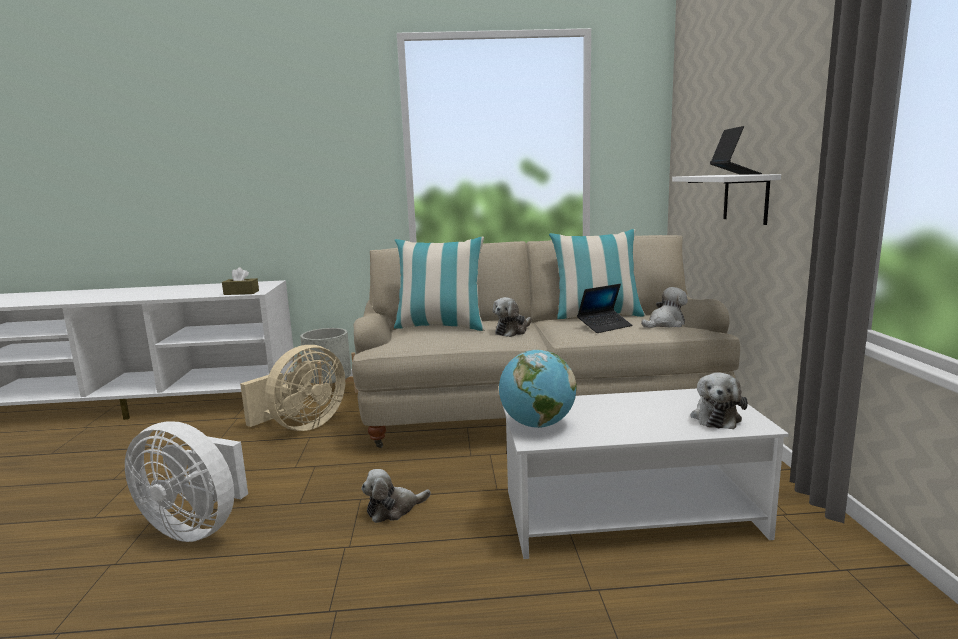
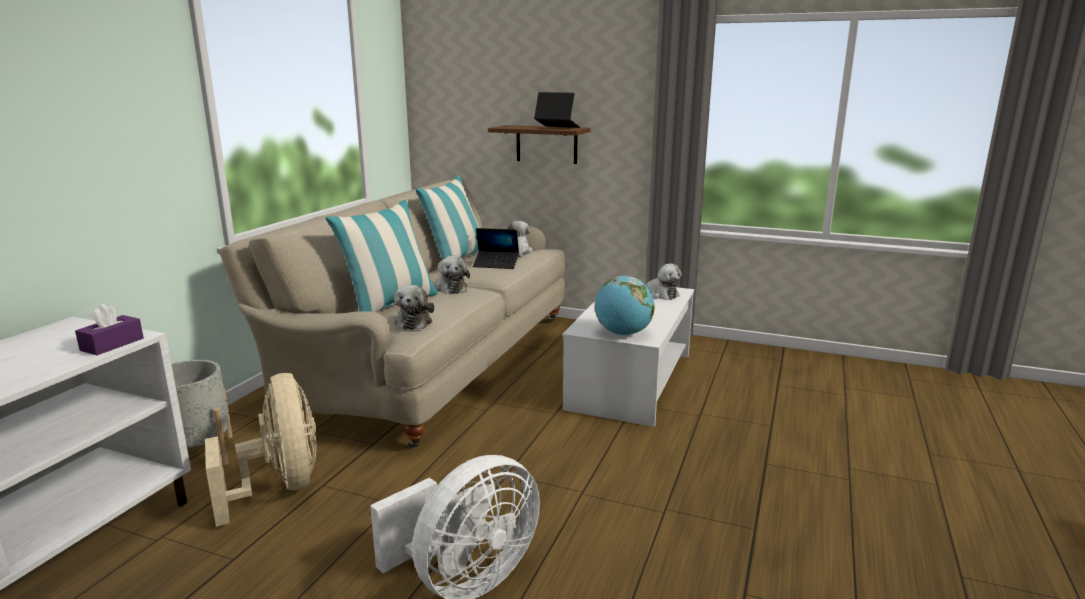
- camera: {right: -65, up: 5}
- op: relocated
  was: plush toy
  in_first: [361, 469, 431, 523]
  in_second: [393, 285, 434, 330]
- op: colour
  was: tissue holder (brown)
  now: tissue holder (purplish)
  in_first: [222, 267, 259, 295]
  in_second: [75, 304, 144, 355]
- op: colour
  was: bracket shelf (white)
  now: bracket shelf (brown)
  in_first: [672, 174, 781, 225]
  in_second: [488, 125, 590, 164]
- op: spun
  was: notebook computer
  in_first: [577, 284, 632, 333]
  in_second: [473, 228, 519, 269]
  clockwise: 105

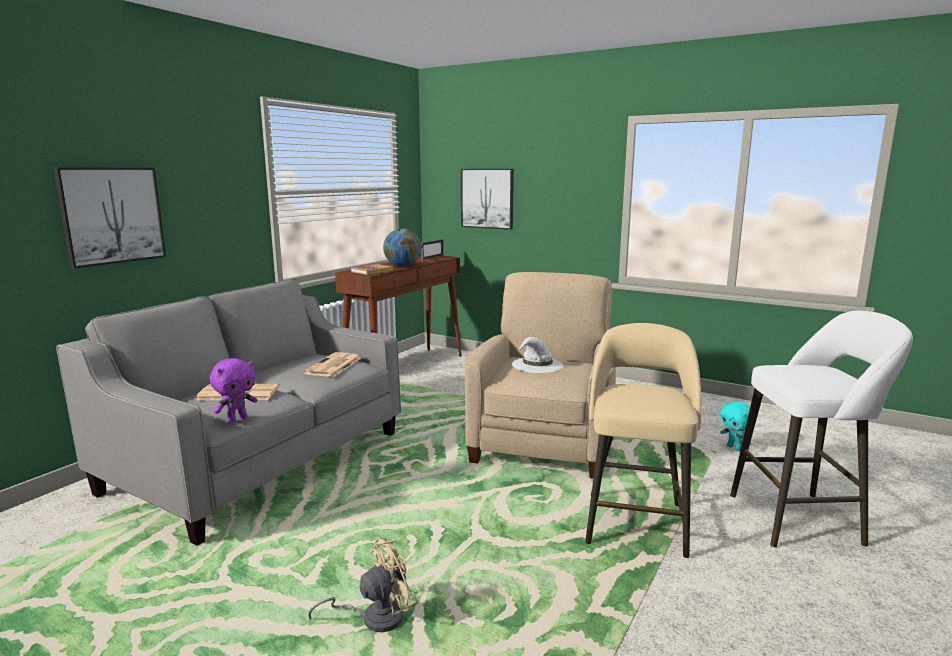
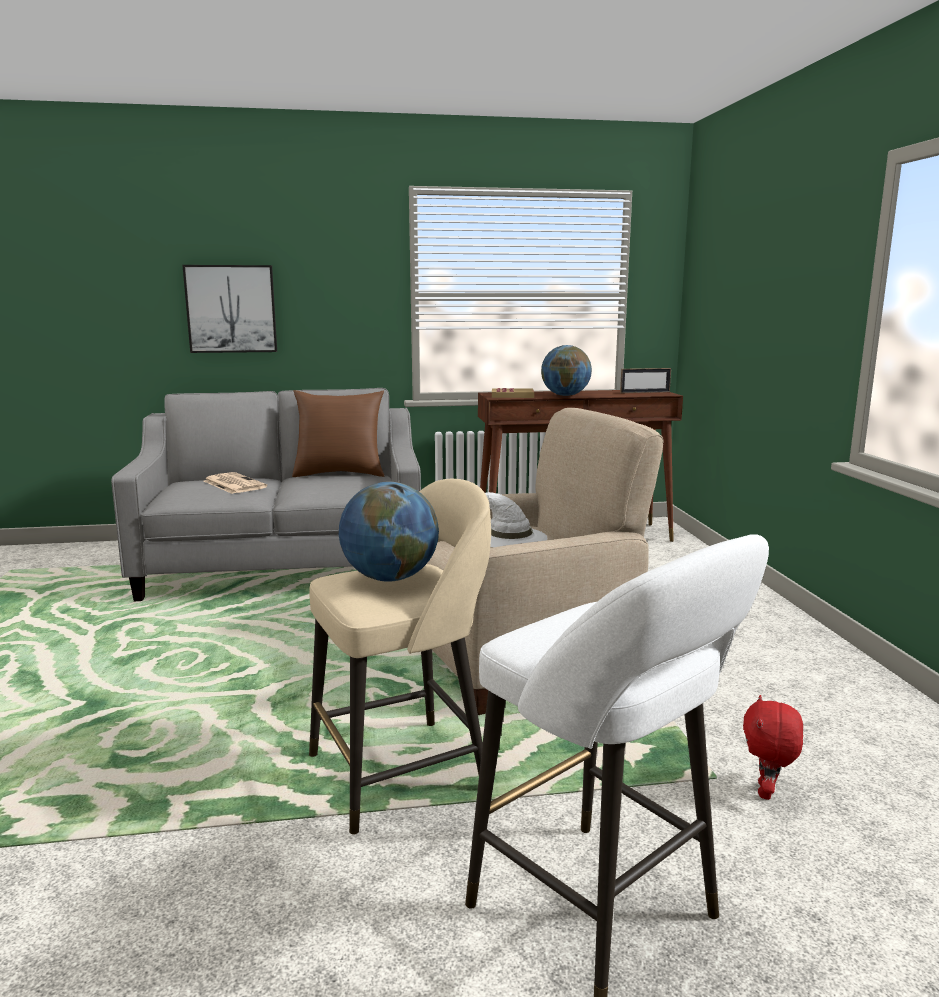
- camera: {right: 50, up: 0}
- op: missing
  was: plush toy (purplish)
  in_first: [210, 358, 258, 423]
- op: missing
  was: newspaper
  in_first: [303, 352, 361, 377]
- op: missing
  was: electric fan (sand-coloured)
  in_first: [308, 538, 417, 632]
- op: missing
  was: picture
  in_first: [461, 169, 514, 230]
- op: appeared
  now: throw pillow (brown)
  in_second: [292, 390, 384, 477]
- op: appeared
  now: world globe
  in_second: [339, 482, 439, 582]
- op: colour
  was: plush toy (turquoise-coloured)
  now: plush toy (red-coloured)
  in_first: [720, 401, 752, 451]
  in_second: [743, 695, 803, 800]

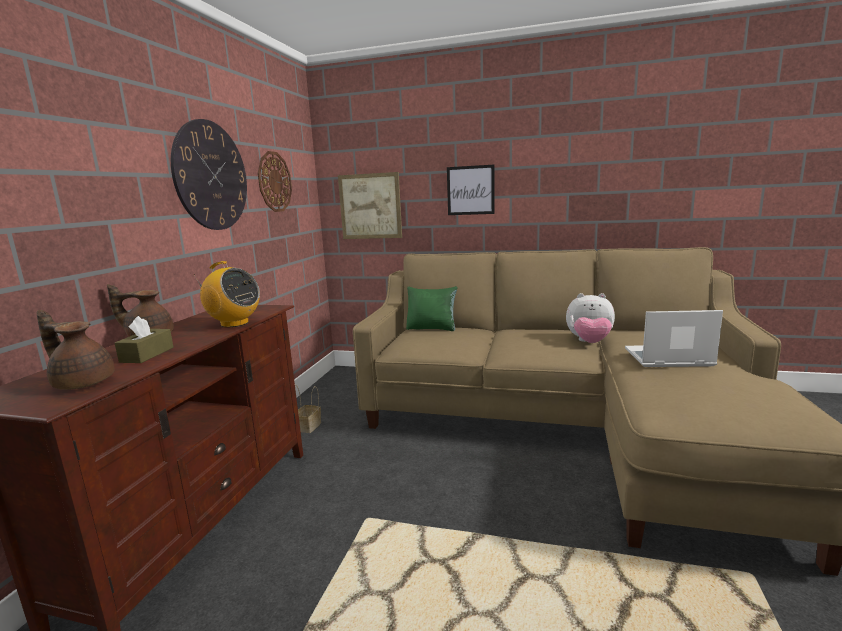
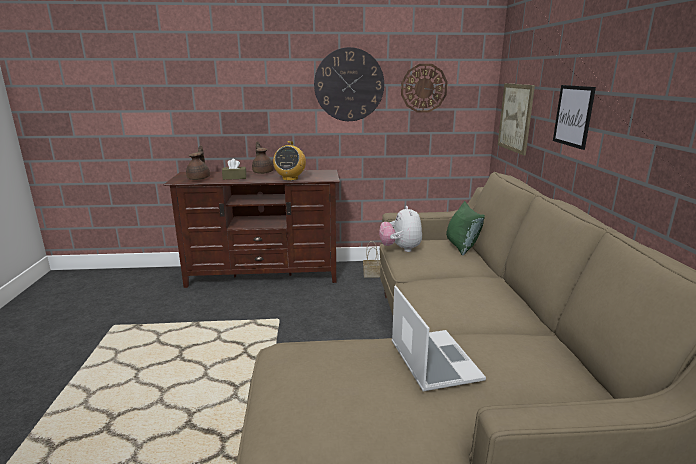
- camera: {right: 70, up: 5}
- op: relocated
  was: plush toy
  in_first: [566, 293, 615, 343]
  in_second: [379, 206, 422, 252]

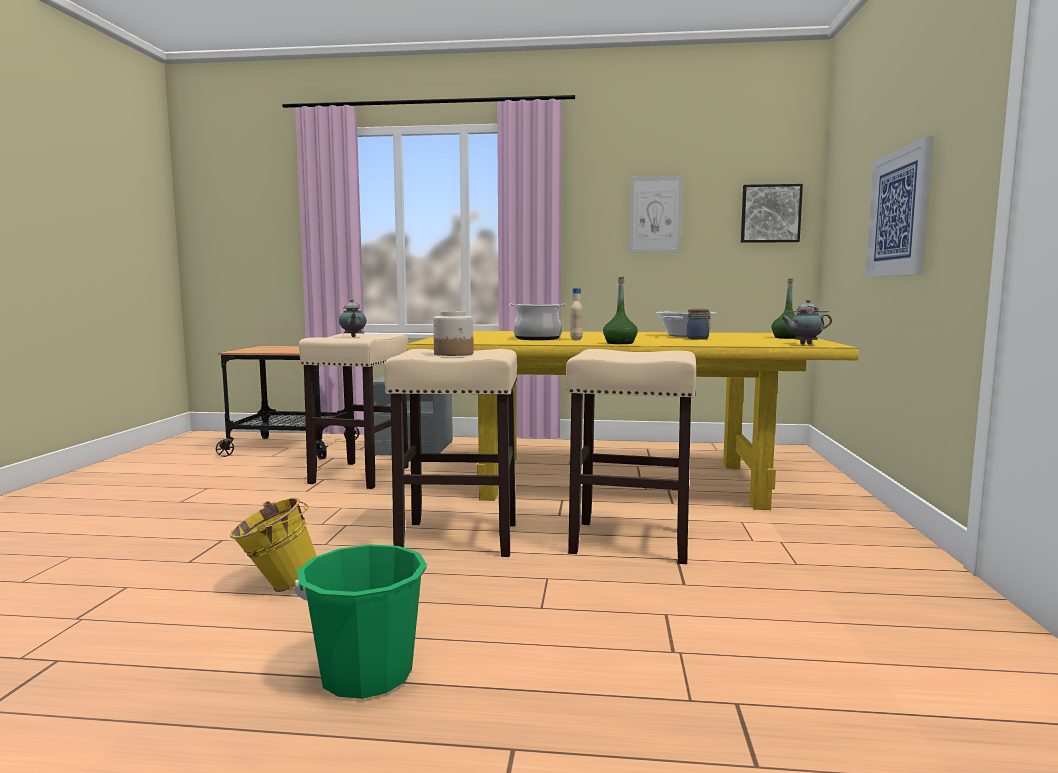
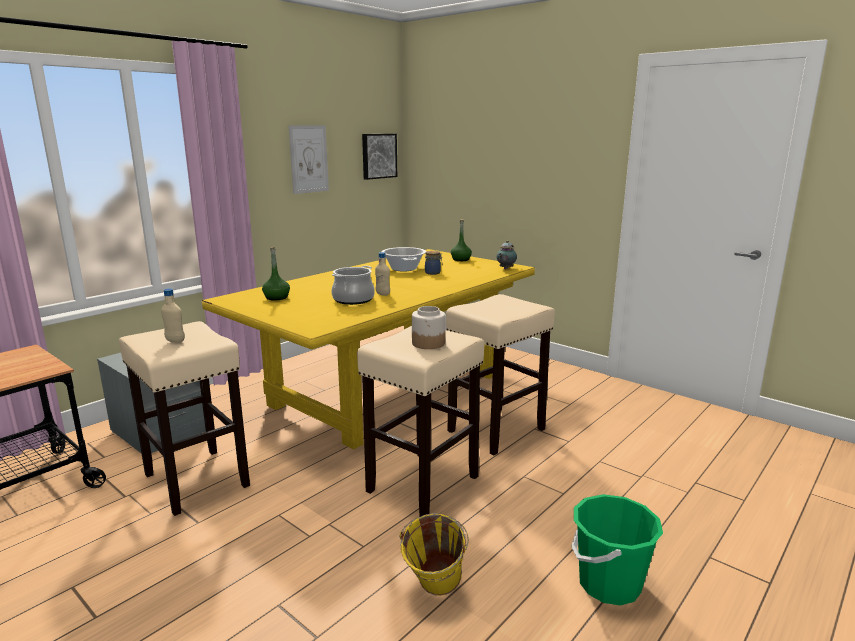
- camera: {right: -55, up: 10}
- op: missing
  was: picture
  in_first: [865, 136, 933, 277]
- op: relocated
  was: bottle (greenish)
  in_first: [603, 277, 638, 344]
  in_second: [262, 247, 290, 300]
- op: exchanged
  was: teapot
  now: bottle (sand-coloured)
  in_first: [339, 299, 366, 337]
  in_second: [161, 288, 185, 343]

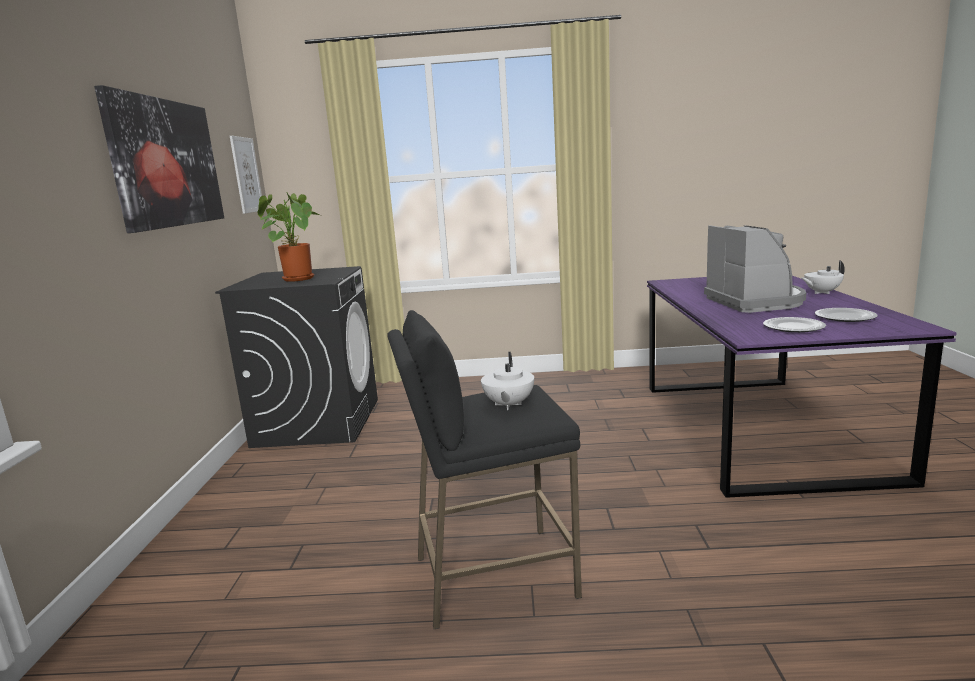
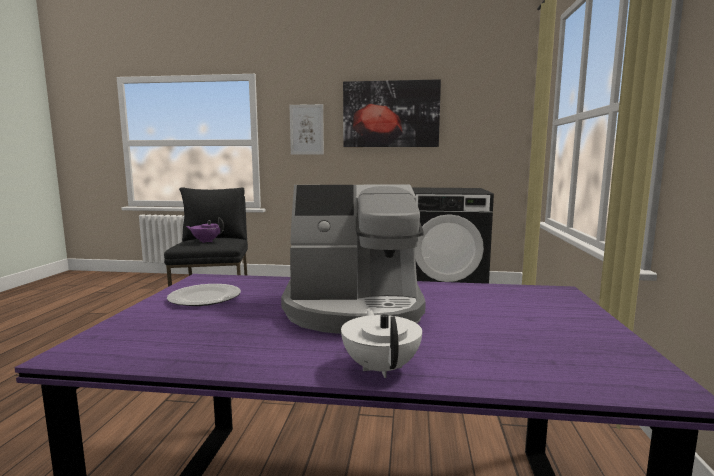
- camera: {right: 95, up: -5}
- op: missing
  was: houseplant
  in_first: [257, 193, 319, 282]
- op: missing
  was: plate
  in_first: [815, 308, 878, 322]
- op: relocated
  was: picture
  in_first: [230, 136, 262, 214]
  in_second: [290, 104, 324, 155]
- op: colour
  was: teapot (white)
  now: teapot (purplish)
  in_first: [481, 352, 534, 410]
  in_second: [186, 217, 224, 243]

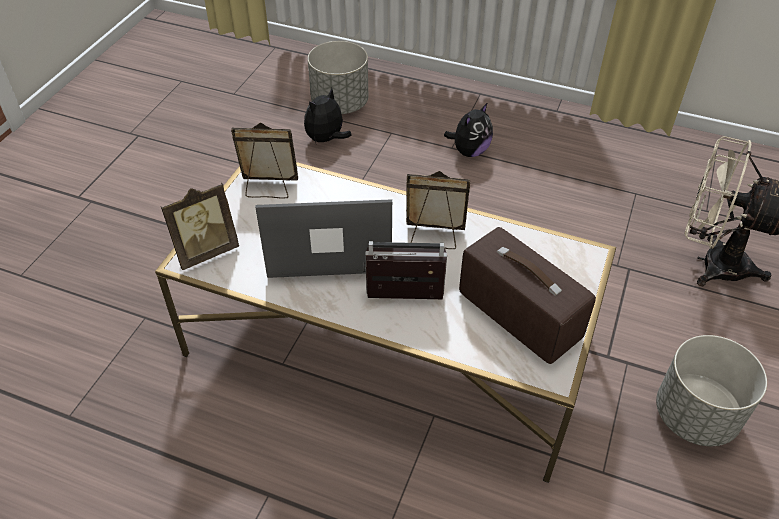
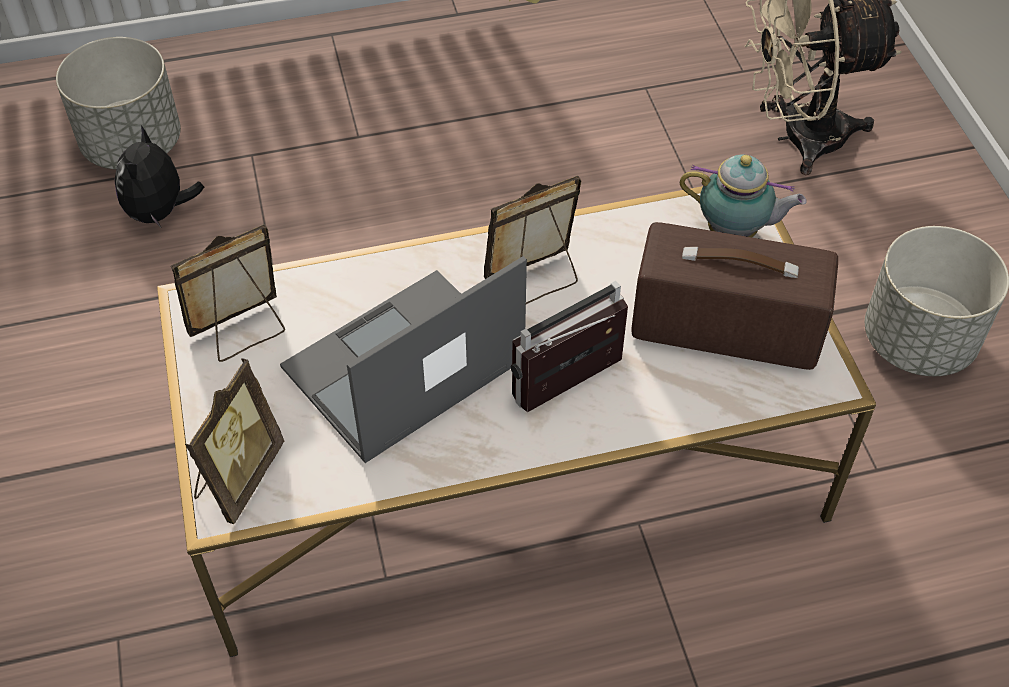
- camera: {right: -35, up: 5}
- op: missing
  was: plush toy
  in_first: [444, 103, 493, 157]
- op: appeared
  now: teapot
  in_second: [680, 154, 807, 237]

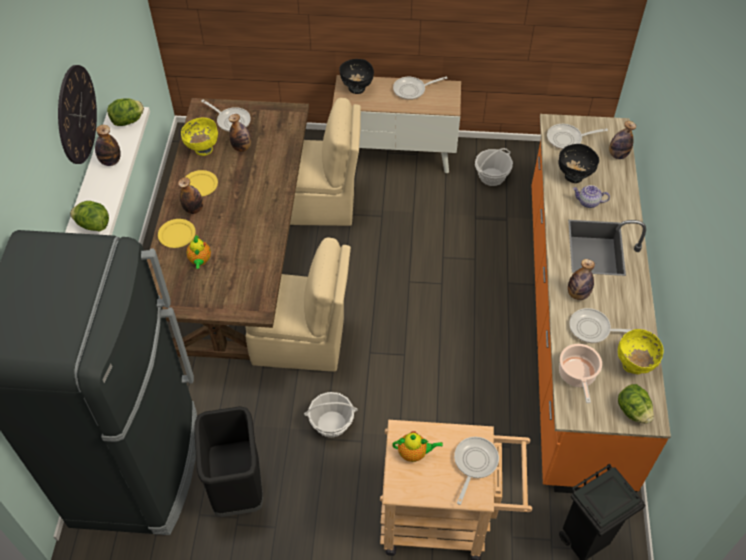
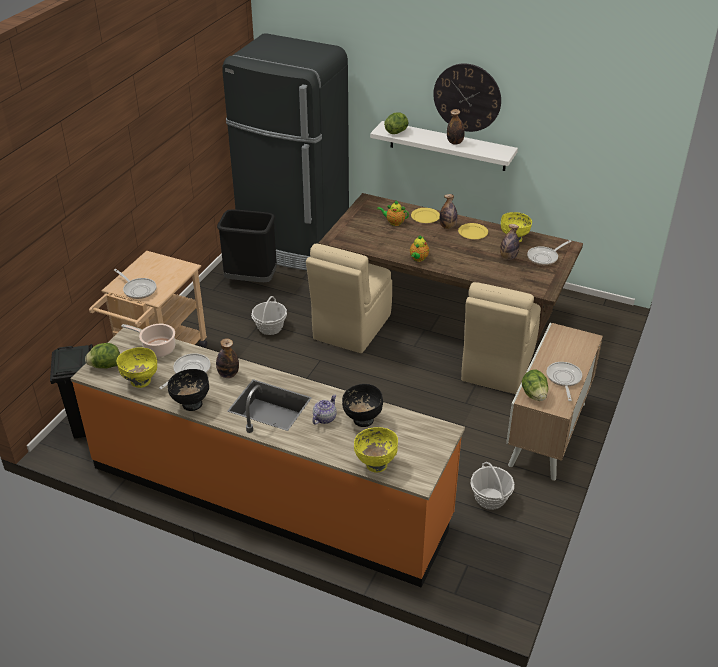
- camera: {right: 110, up: -15}
- op: missing
  was: pan
  in_first: [547, 124, 608, 150]
- op: relocated
  was: lettuce
  in_first: [107, 98, 144, 126]
  in_second: [521, 369, 548, 401]
- op: relocated
  was: bowl (black-coloured)
  in_first: [339, 59, 374, 94]
  in_second: [168, 369, 209, 411]
- op: relocated
  was: teapot
  in_first: [392, 431, 443, 462]
  in_second: [410, 235, 429, 262]
- op: exchanged
  was: bottle
  now: bowl (yellow-coloured)
  in_first: [609, 121, 636, 159]
  in_second: [354, 427, 398, 472]

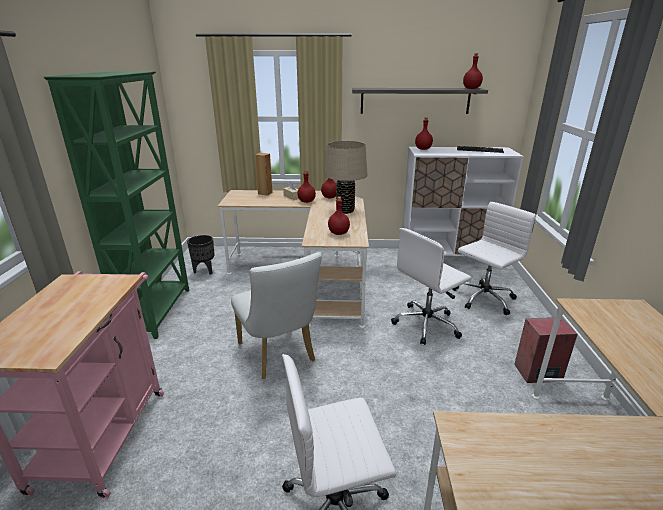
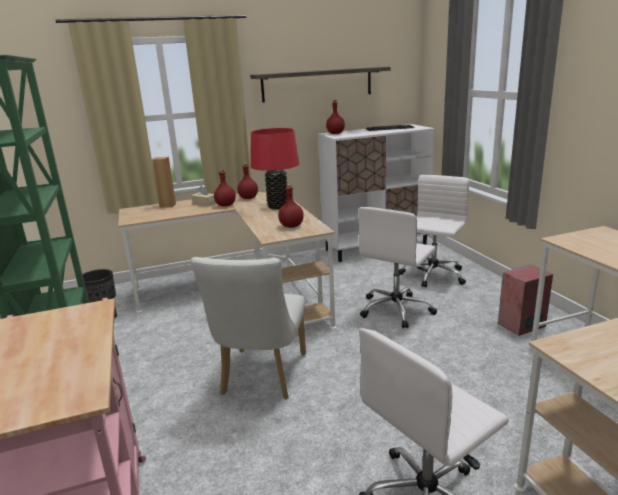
- camera: {right: -20, up: -5}
- op: missing
  was: bottle (red-coloured)
  in_first: [463, 53, 483, 89]
- op: colour
  was: lamp for a table (sand-coloured)
  now: lamp for a table (red-coloured)
  in_first: [324, 141, 368, 214]
  in_second: [251, 128, 299, 210]
- op: spun
  was: plain chair (white)
  in_first: [231, 252, 322, 379]
  in_second: [191, 257, 306, 399]
  clockwise: 60

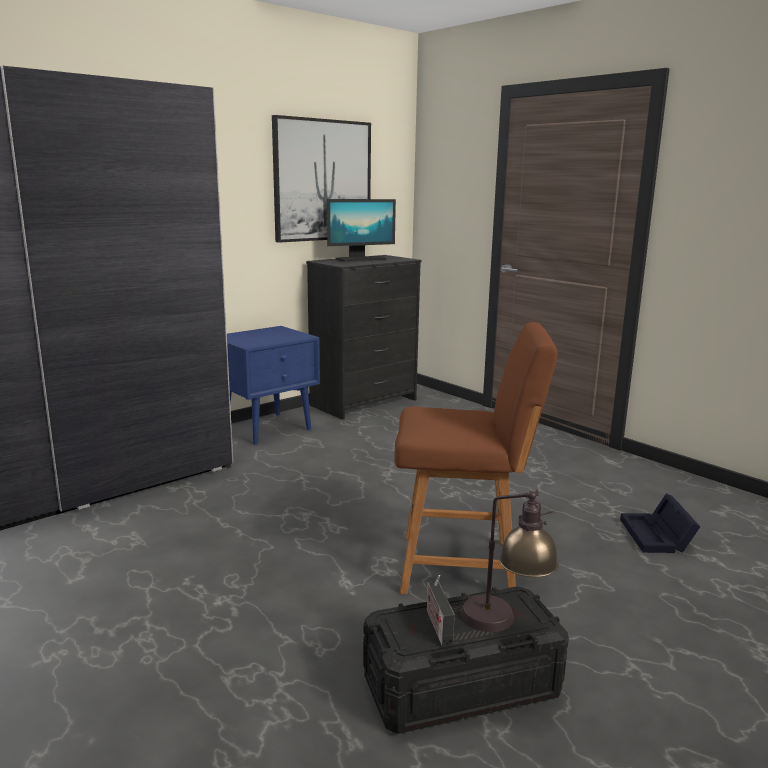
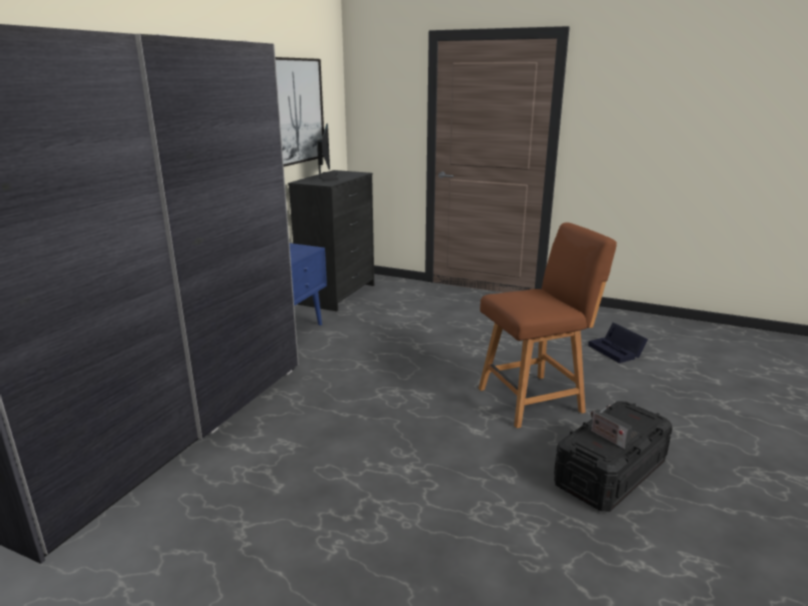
- camera: {right: -25, up: 5}
- op: missing
  was: lamp for a table
  in_first: [461, 489, 559, 632]
- op: spun
  was: monitor
  in_first: [327, 199, 396, 262]
  in_second: [317, 124, 338, 181]
  clockwise: -45

